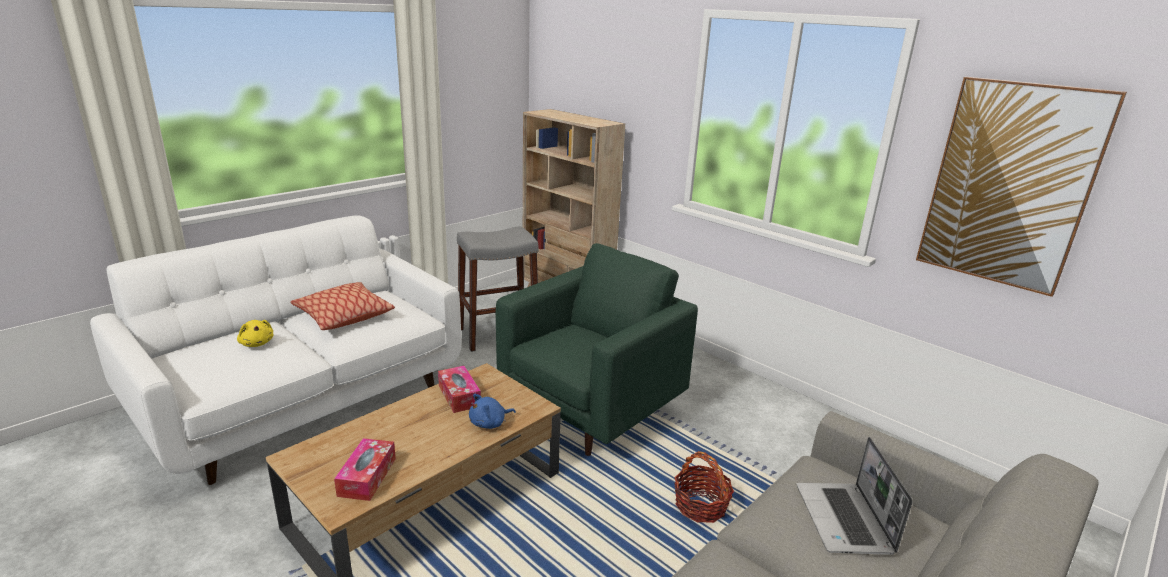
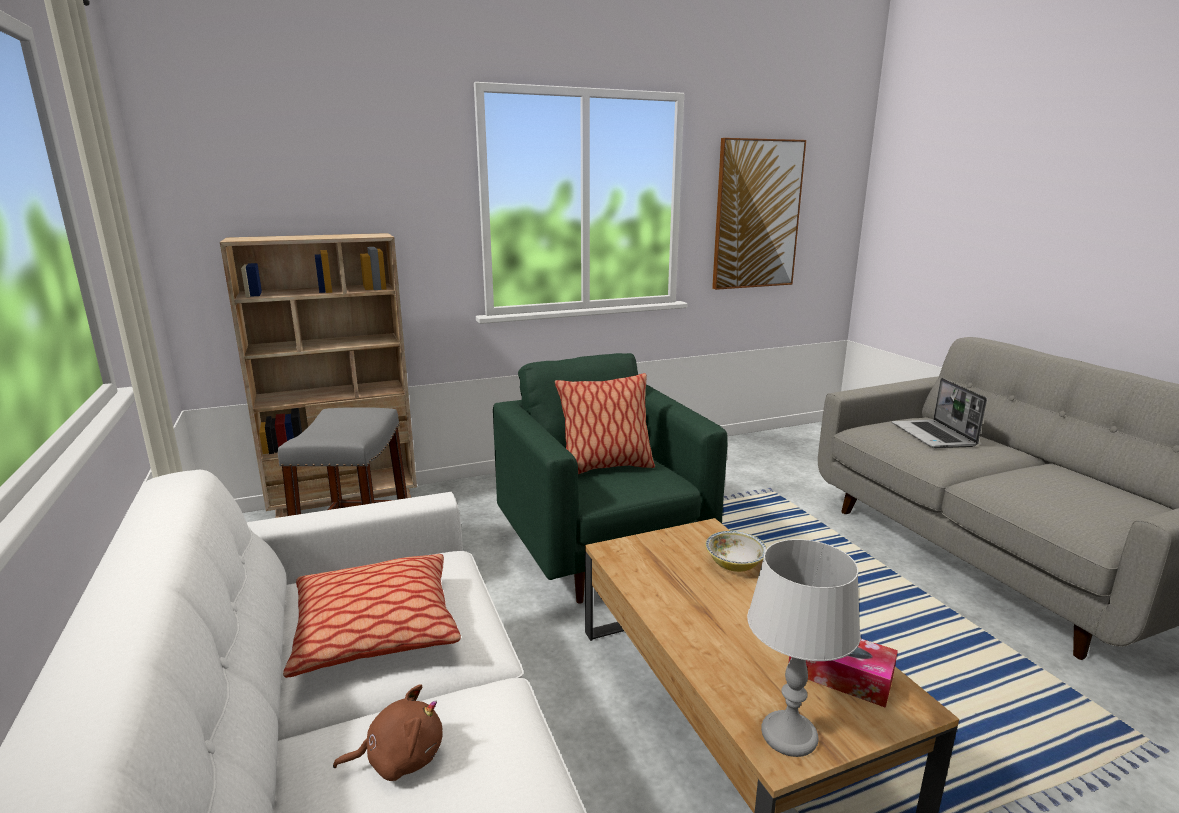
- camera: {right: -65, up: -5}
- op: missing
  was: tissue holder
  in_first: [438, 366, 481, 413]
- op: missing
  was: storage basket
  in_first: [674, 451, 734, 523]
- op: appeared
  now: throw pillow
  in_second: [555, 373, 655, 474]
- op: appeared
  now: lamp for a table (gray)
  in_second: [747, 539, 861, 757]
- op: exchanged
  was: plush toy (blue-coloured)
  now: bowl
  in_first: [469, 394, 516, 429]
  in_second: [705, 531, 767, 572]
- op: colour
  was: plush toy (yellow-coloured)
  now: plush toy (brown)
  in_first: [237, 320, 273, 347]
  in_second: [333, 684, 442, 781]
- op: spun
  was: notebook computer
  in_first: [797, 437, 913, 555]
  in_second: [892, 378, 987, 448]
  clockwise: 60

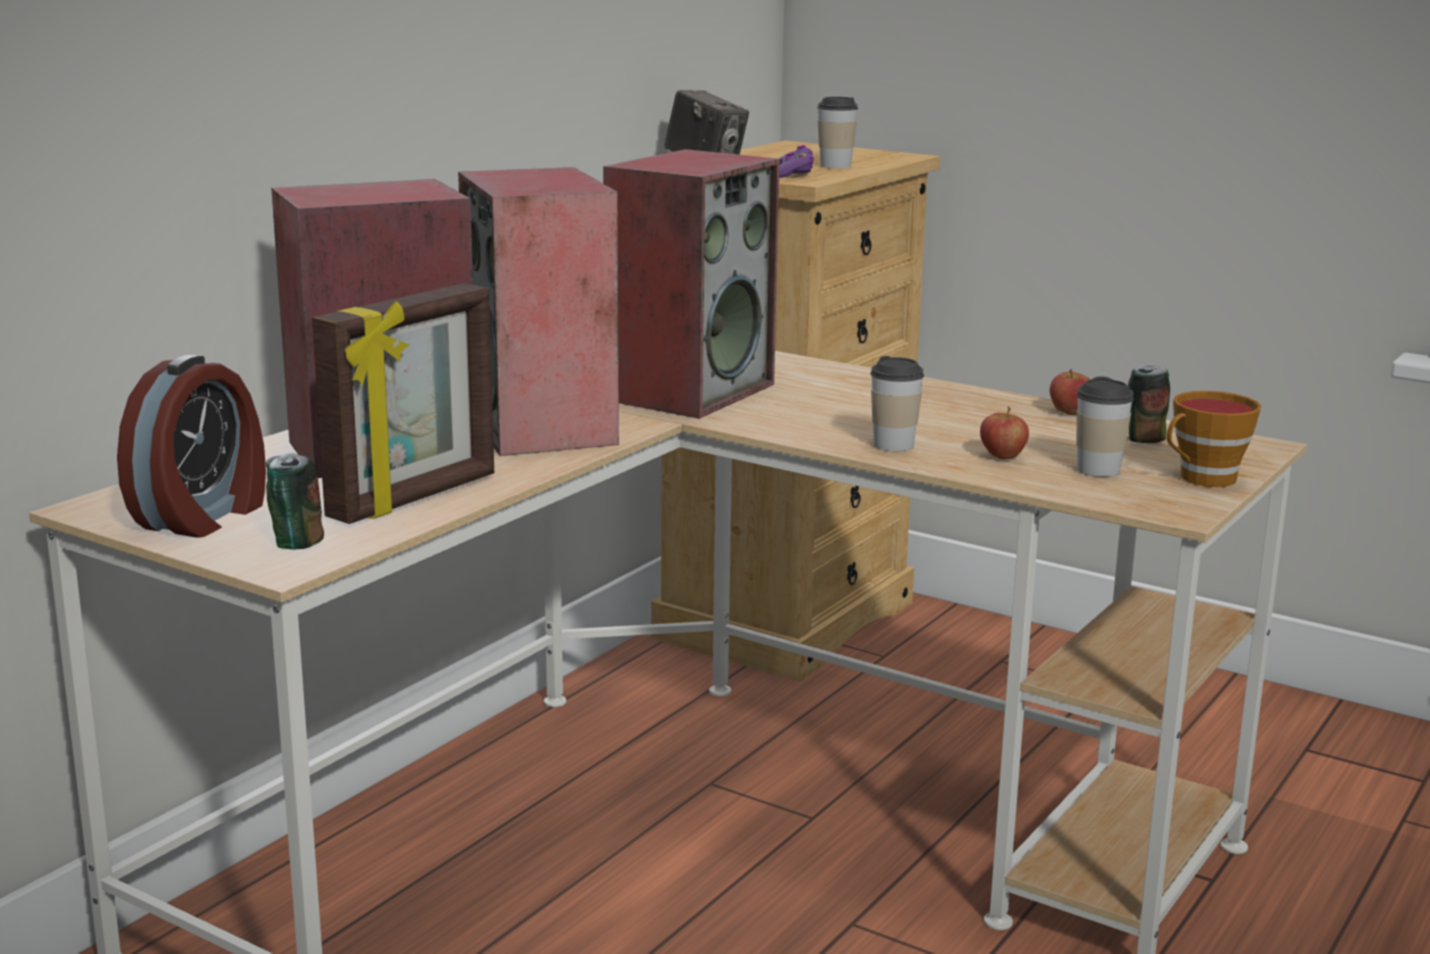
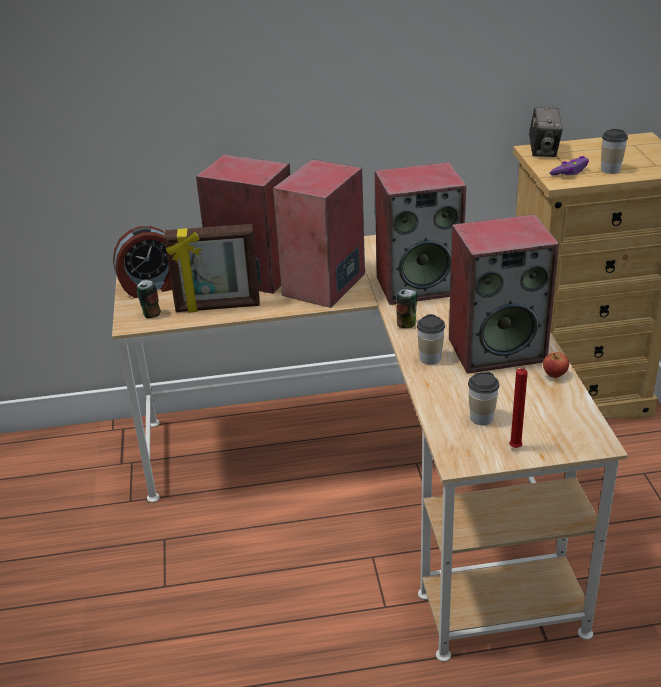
- camera: {right: 50, up: 15}
- op: missing
  was: apple fruit
  in_first: [980, 406, 1029, 460]
- op: appeared
  now: loudspeaker
  in_second: [449, 214, 559, 374]
- op: relocated
  was: sealed can
  in_first: [1128, 365, 1170, 443]
  in_second: [396, 289, 417, 328]
- op: exchanged
  was: drinking cup
  now: wax candle (red-coloured)
  in_first: [1167, 391, 1261, 487]
  in_second: [509, 368, 528, 448]

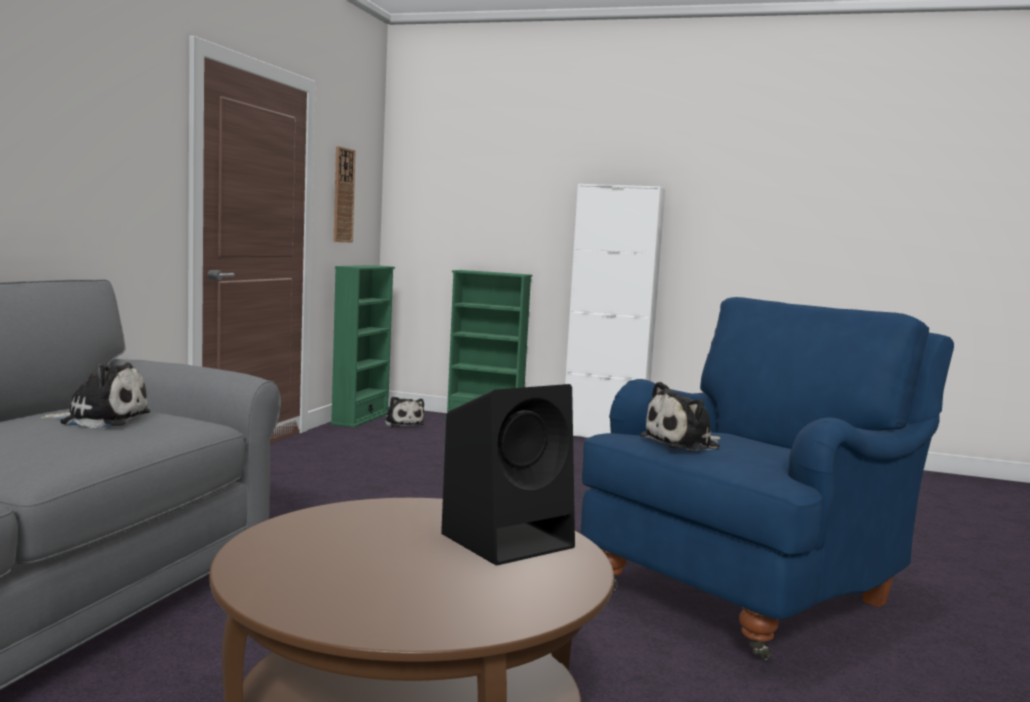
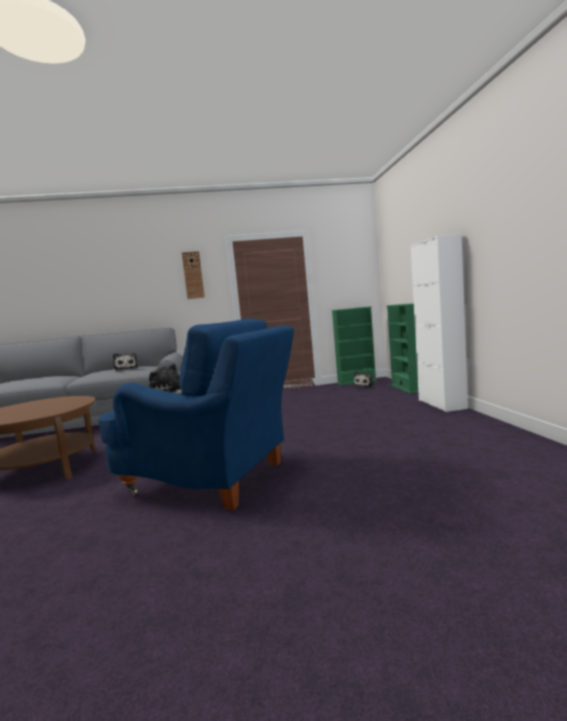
- camera: {right: 65, up: 0}
- op: missing
  was: loudspeaker (black-coloured)
  in_first: [441, 384, 575, 566]
- op: relocated
  was: hanging clock
  in_first: [334, 146, 356, 243]
  in_second: [182, 251, 205, 299]

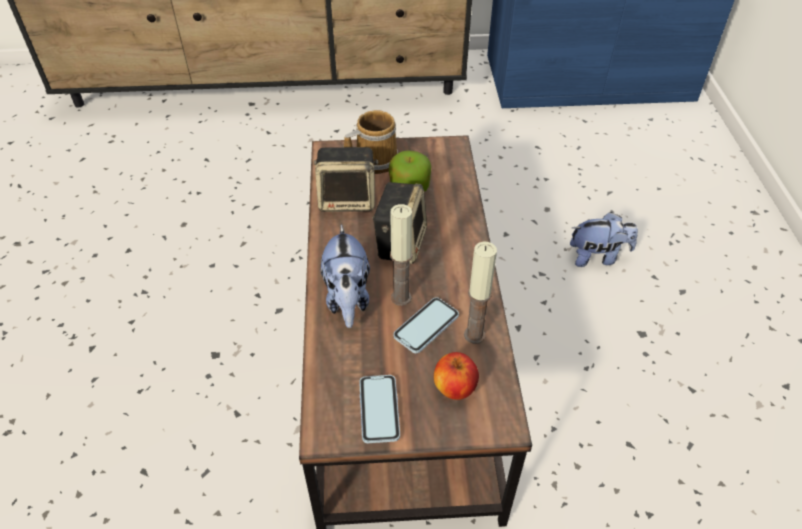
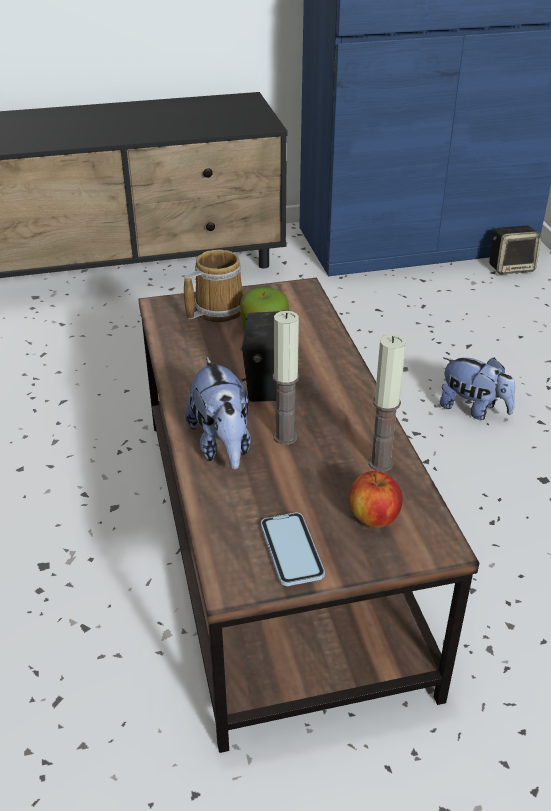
- camera: {right: -10, up: -10}
- op: missing
  was: telephone
  in_first: [393, 297, 459, 353]
- op: relocated
  was: loudspeaker
  in_first: [314, 147, 379, 212]
  in_second: [489, 226, 542, 275]
- op: spun
  was: plush toy
  in_first: [570, 212, 638, 267]
  in_second: [440, 357, 515, 420]
  clockwise: 45

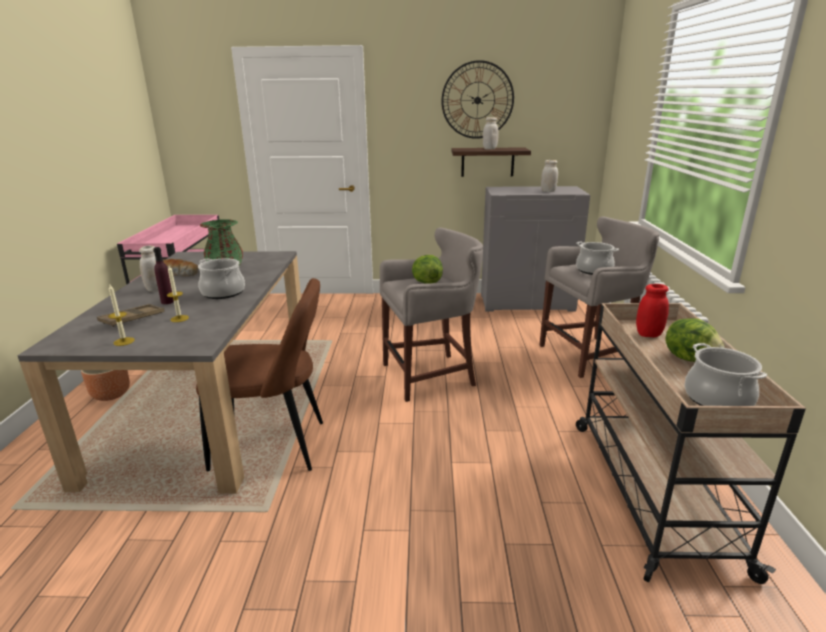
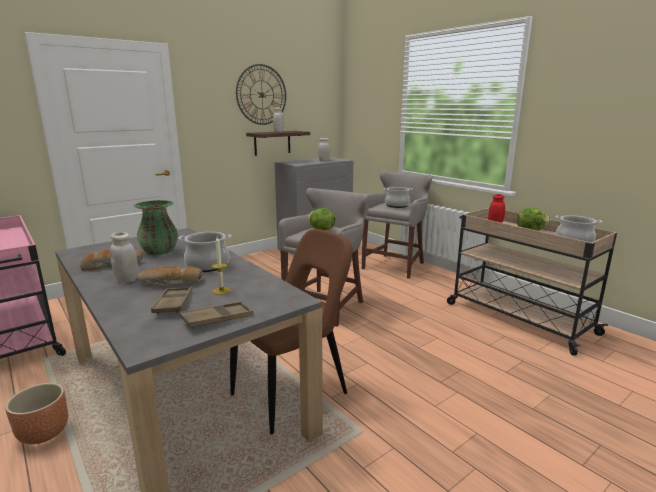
- camera: {right: -40, up: -5}
- op: exchanged
  was: wax candle
  now: tray (brown)
  in_first: [108, 285, 135, 346]
  in_second: [180, 301, 254, 329]
- op: exchanged
  was: bottle (purplish)
  now: bakery bread
  in_first: [153, 247, 174, 304]
  in_second: [136, 266, 204, 287]

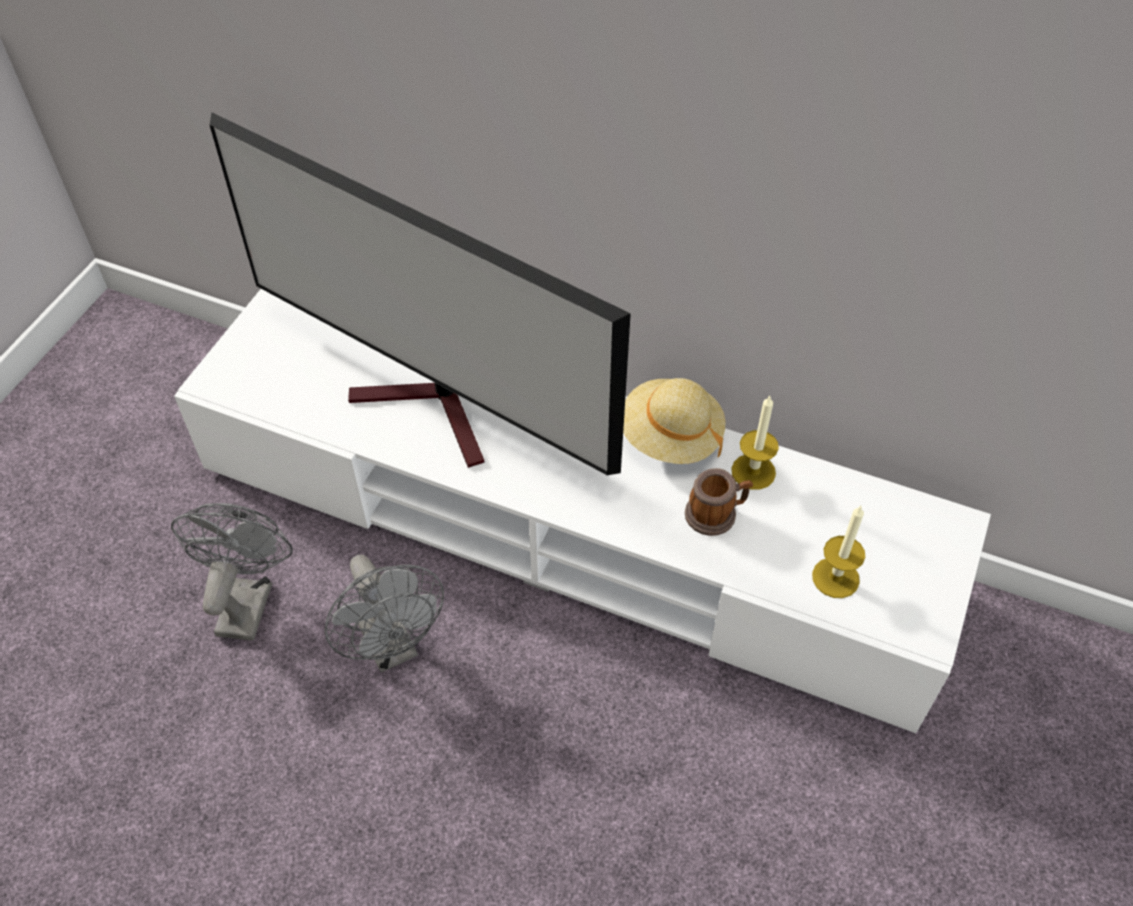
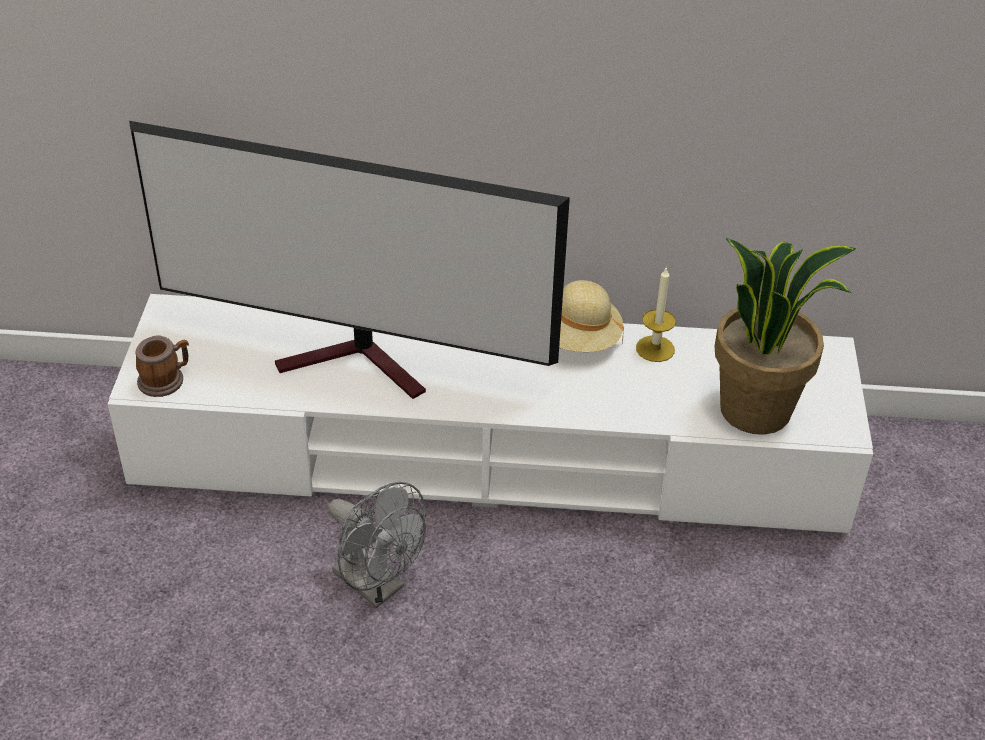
- camera: {right: -20, up: -10}
- op: missing
  was: electric fan (gray)
  in_first: [171, 503, 293, 641]
- op: relocated
  was: tea mug
  in_first: [685, 468, 753, 536]
  in_second: [135, 335, 189, 397]
- op: exchanged
  was: wax candle
  now: houseplant
  in_first: [812, 506, 865, 598]
  in_second: [715, 238, 856, 435]

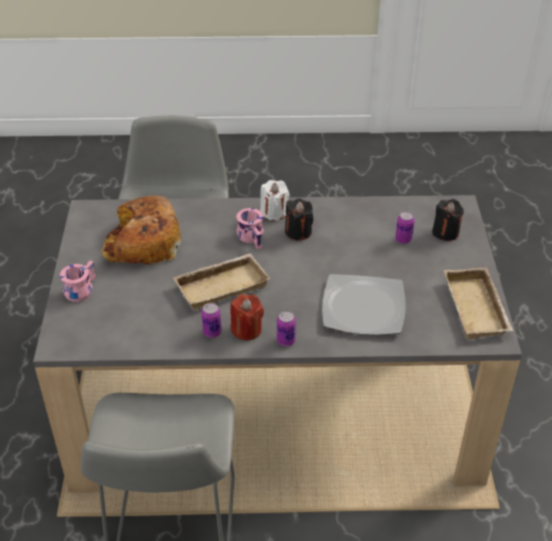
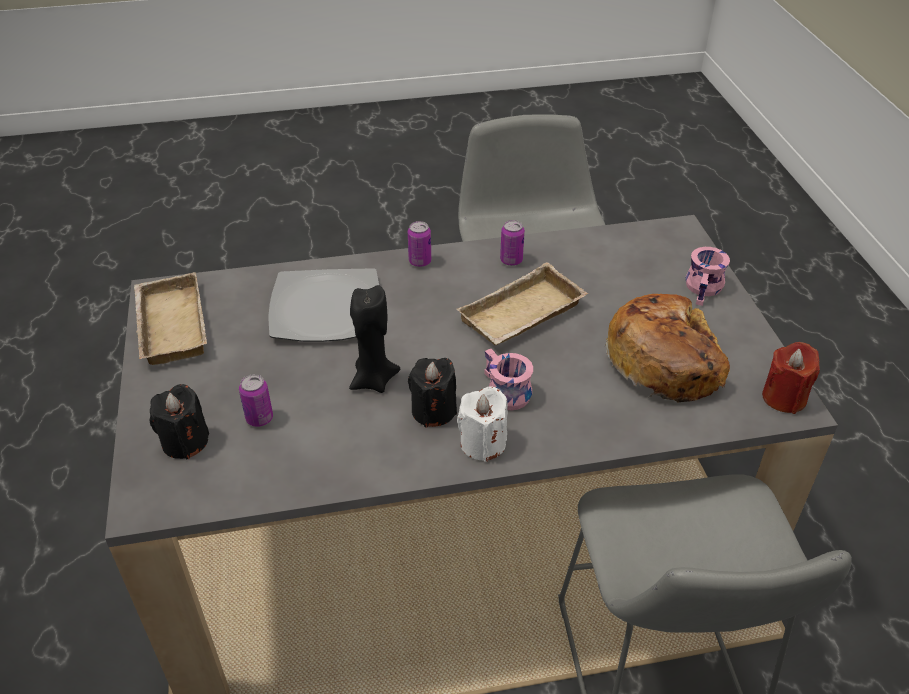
- camera: {right: 170, up: 0}
- op: appeared
  now: wax candle (black-coloured)
  in_second: [349, 285, 400, 393]
- op: relocated
  was: wax candle (red-coloured)
  in_first: [230, 294, 264, 340]
  in_second: [762, 342, 820, 414]

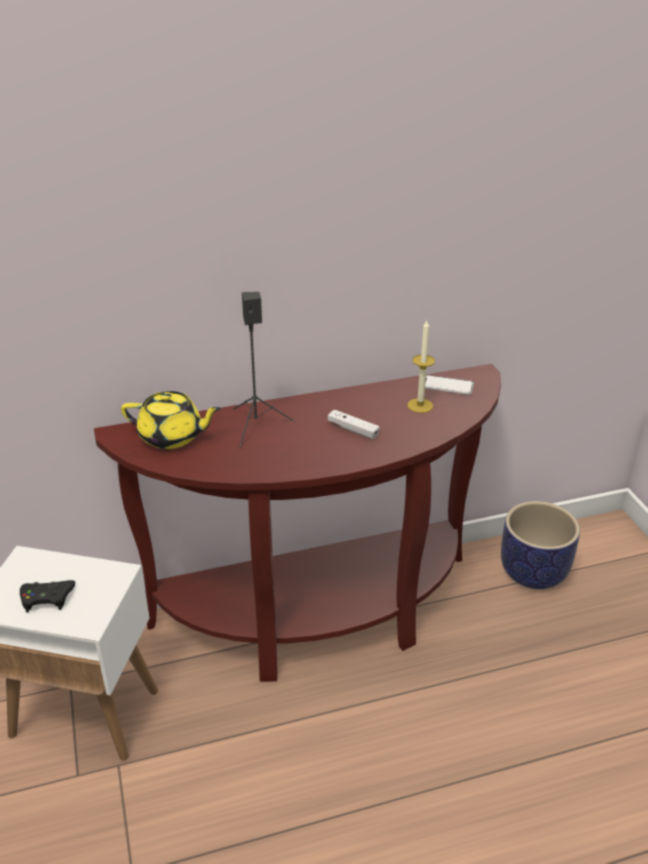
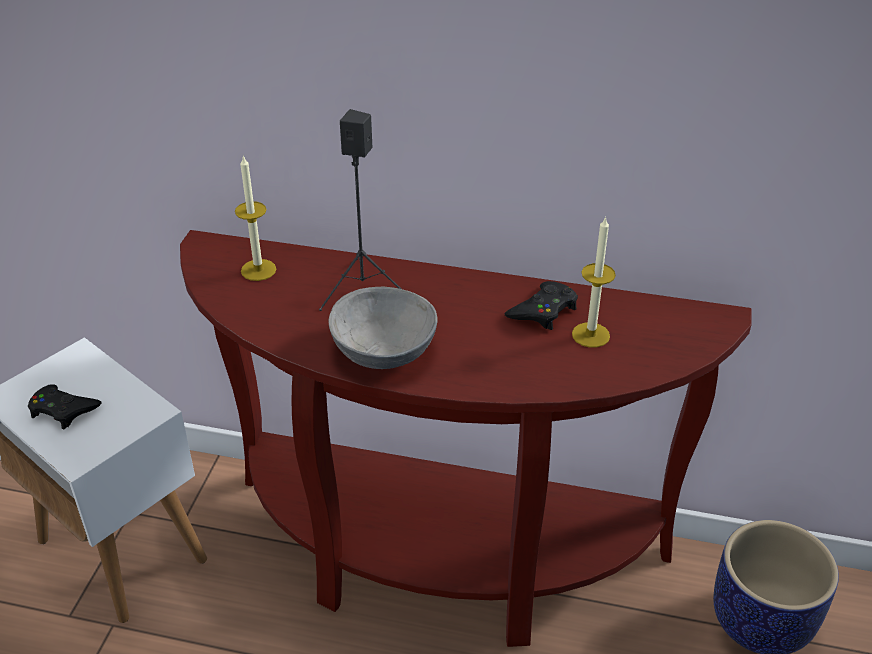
- camera: {right: 30, up: 5}
- op: missing
  was: game controller (white)
  in_first: [328, 409, 379, 439]
- op: missing
  was: telephone
  in_first: [425, 375, 474, 395]
- op: appeared
  now: bowl (gray)
  in_second: [329, 287, 437, 369]
- op: appeared
  now: game controller (black-coloured)
  in_second: [505, 281, 578, 330]
- op: exchanged
  was: teapot (yellow-coloured)
  now: wax candle
  in_first: [121, 391, 221, 449]
  in_second: [235, 155, 276, 281]

